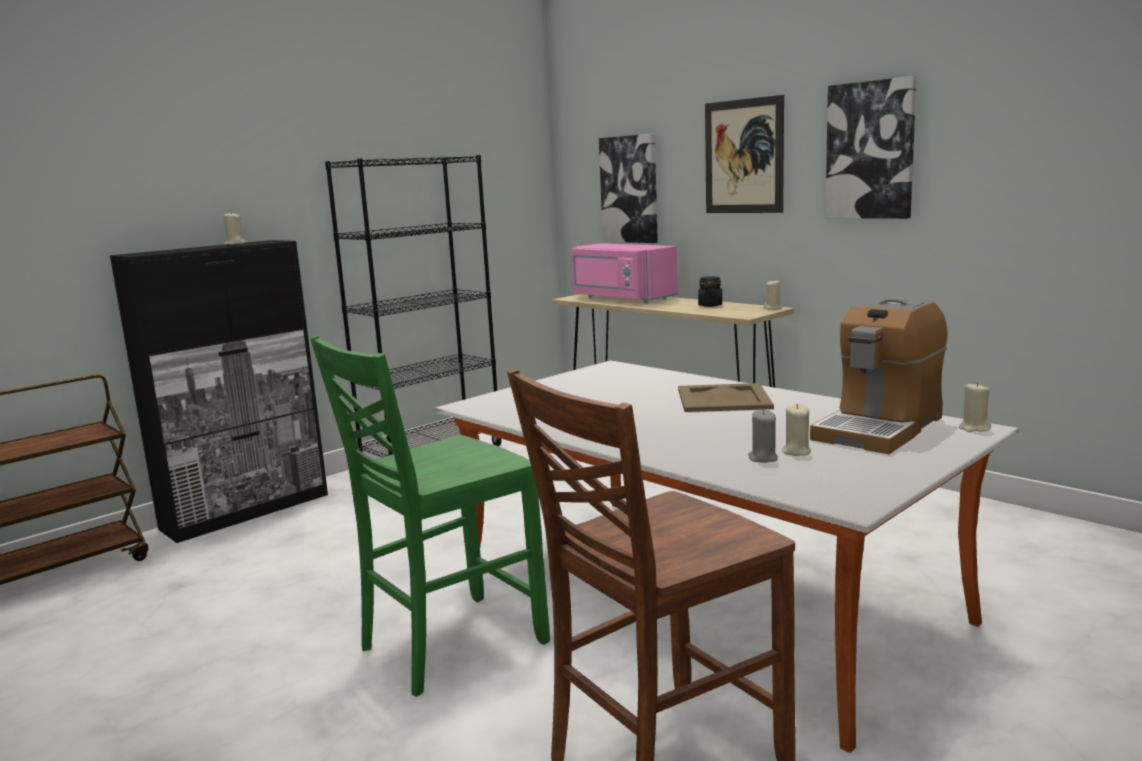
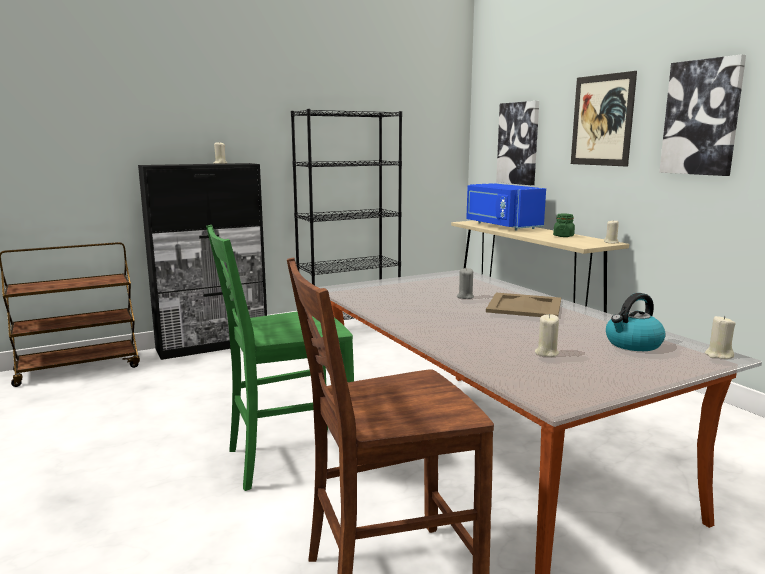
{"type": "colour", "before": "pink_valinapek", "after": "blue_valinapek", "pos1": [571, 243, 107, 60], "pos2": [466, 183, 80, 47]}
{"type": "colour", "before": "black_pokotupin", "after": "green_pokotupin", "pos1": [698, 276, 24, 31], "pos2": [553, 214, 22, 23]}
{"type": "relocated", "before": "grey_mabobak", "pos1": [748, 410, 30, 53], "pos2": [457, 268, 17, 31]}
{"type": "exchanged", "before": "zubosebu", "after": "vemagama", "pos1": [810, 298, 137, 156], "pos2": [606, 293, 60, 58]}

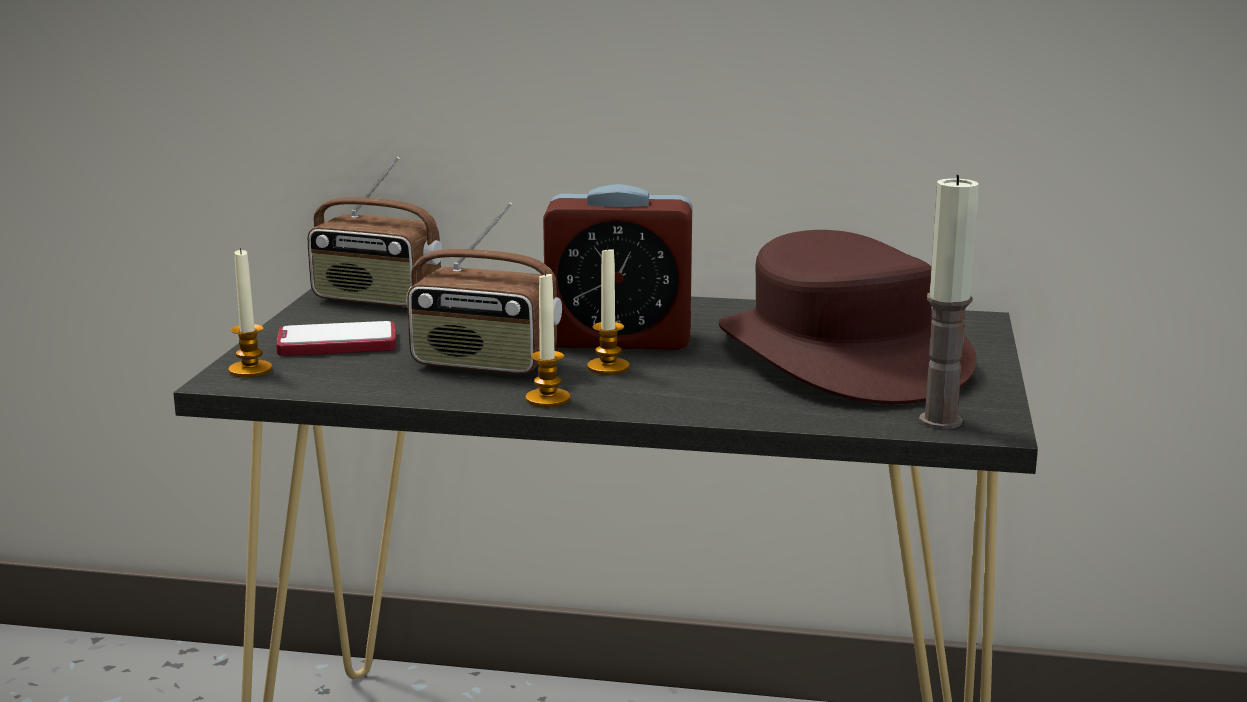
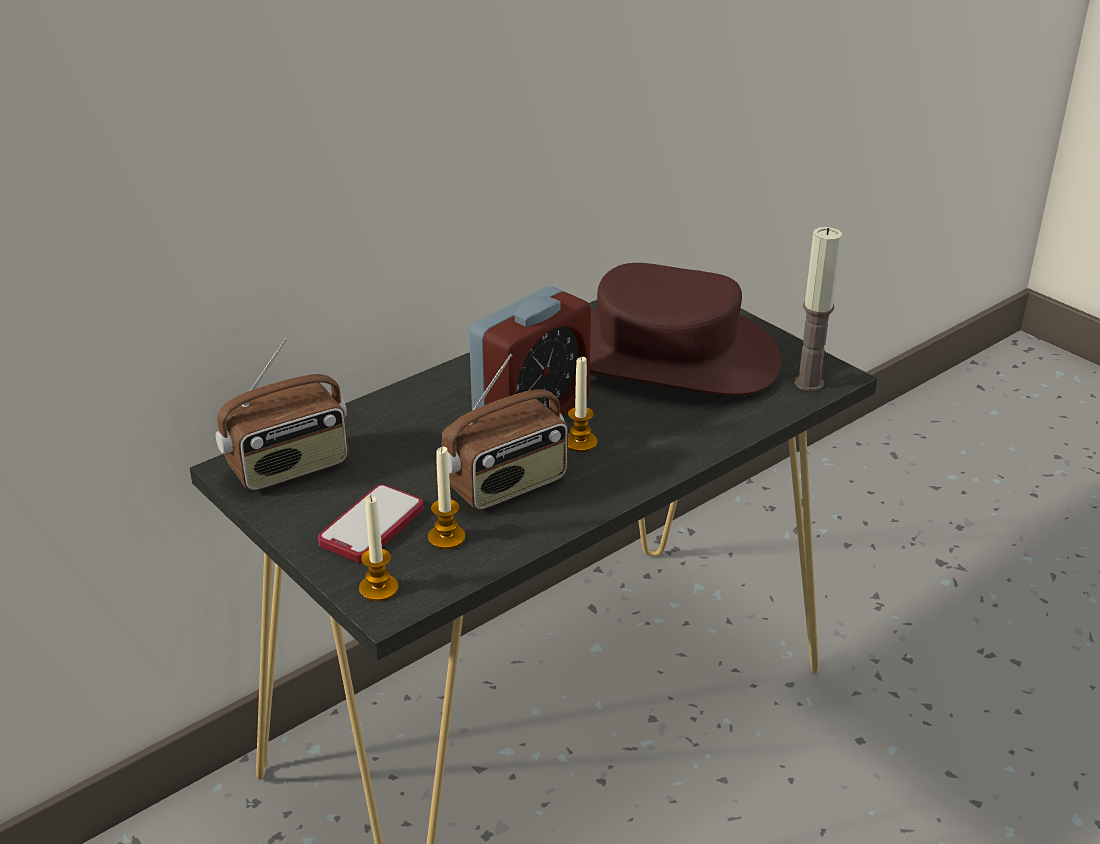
{"type": "relocated", "before": "mabobak", "pos1": [526, 271, 45, 136], "pos2": [428, 446, 37, 103]}

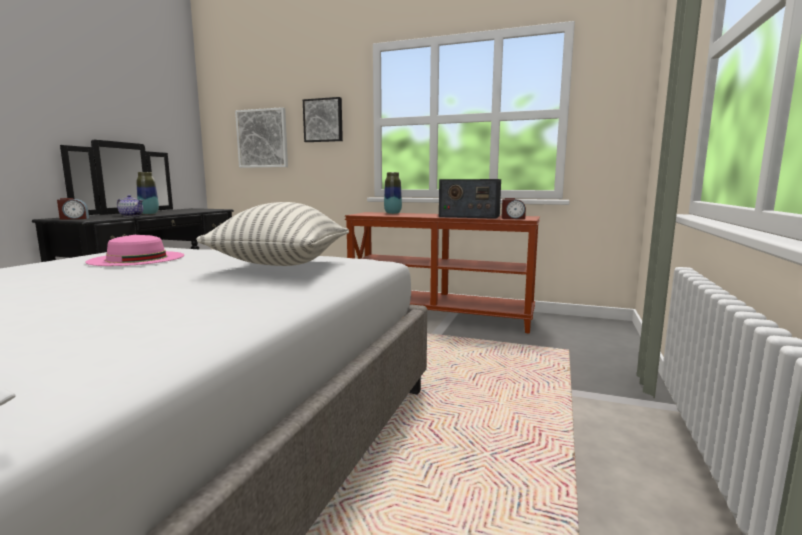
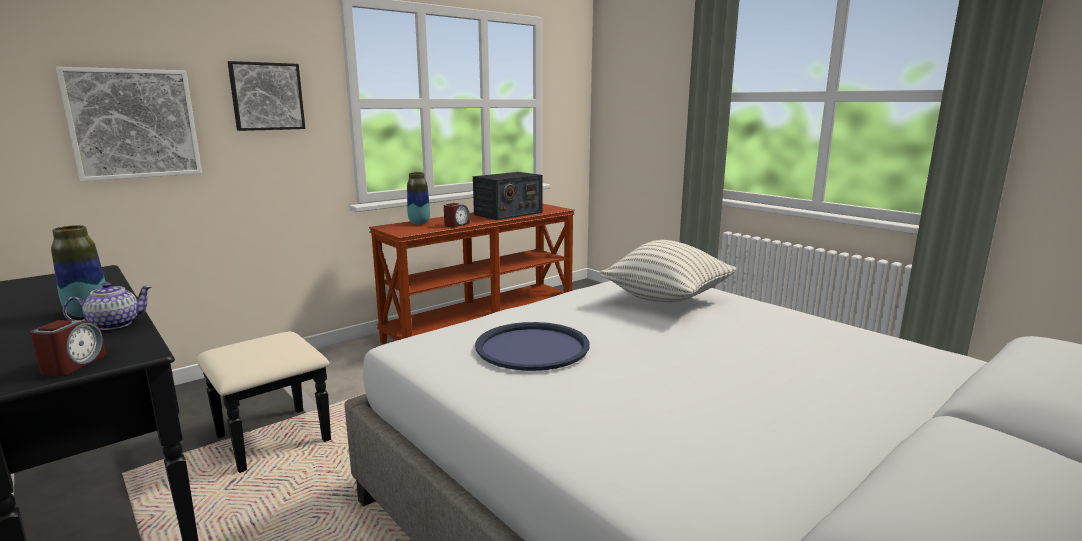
{"type": "exchanged", "before": "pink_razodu", "after": "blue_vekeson", "pos1": [85, 235, 99, 31], "pos2": [475, 322, 114, 49]}
{"type": "relocated", "before": "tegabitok", "pos1": [502, 198, 24, 21], "pos2": [444, 203, 26, 24]}

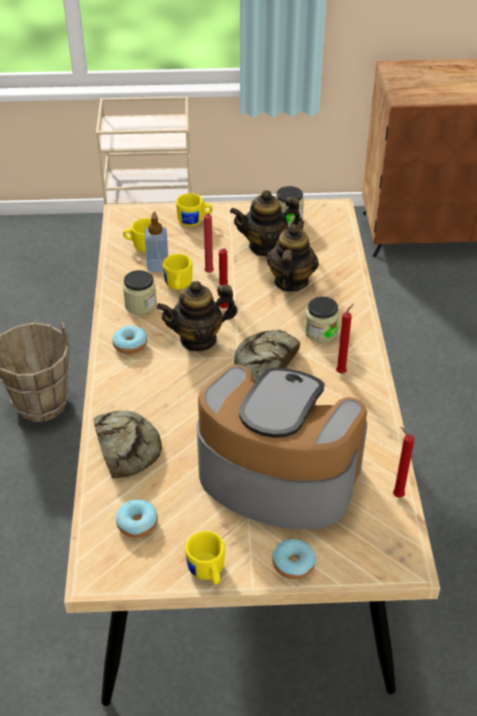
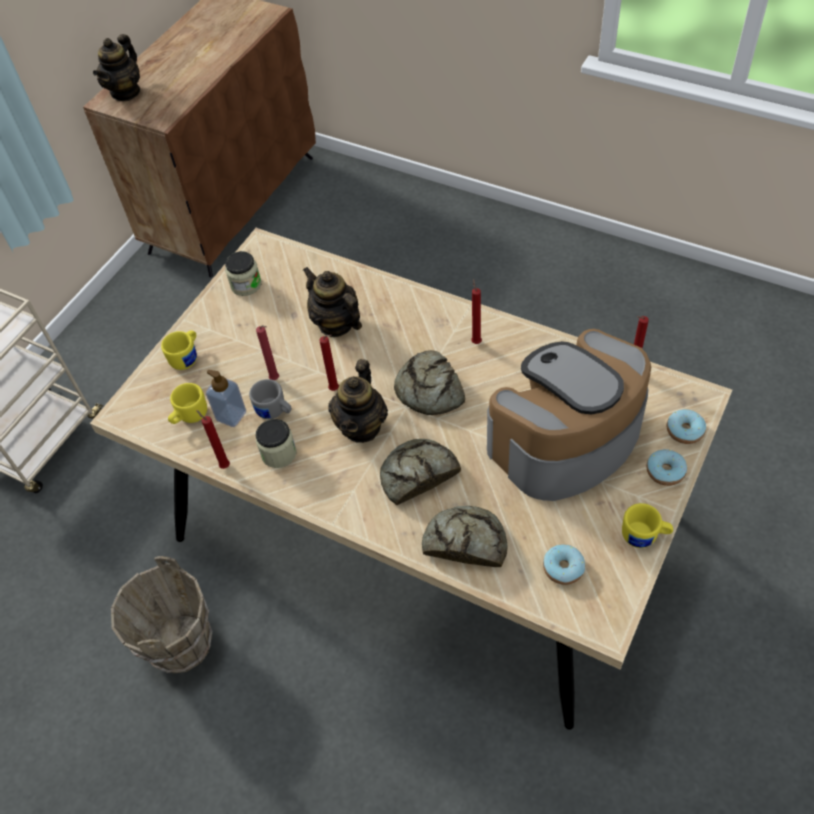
{"type": "relocated", "before": "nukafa", "pos1": [112, 326, 35, 28], "pos2": [667, 409, 39, 35]}
{"type": "colour", "before": "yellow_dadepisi", "after": "grey_dadepisi", "pos1": [163, 254, 29, 36], "pos2": [249, 379, 43, 40]}
{"type": "relocated", "before": "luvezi", "pos1": [230, 190, 72, 66], "pos2": [93, 34, 47, 67]}
{"type": "missing", "before": "pokotupin", "pos1": [305, 297, 34, 46]}
{"type": "appeared", "after": "red_mabobak", "pos2": [196, 410, 34, 59]}
{"type": "appeared", "after": "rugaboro", "pos2": [380, 439, 81, 66]}

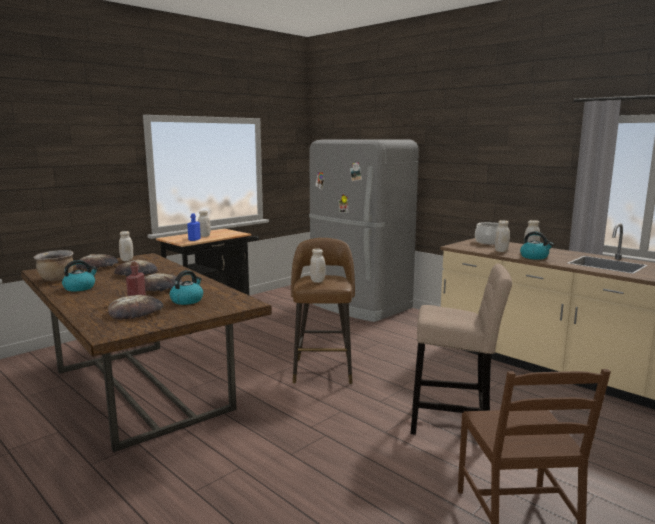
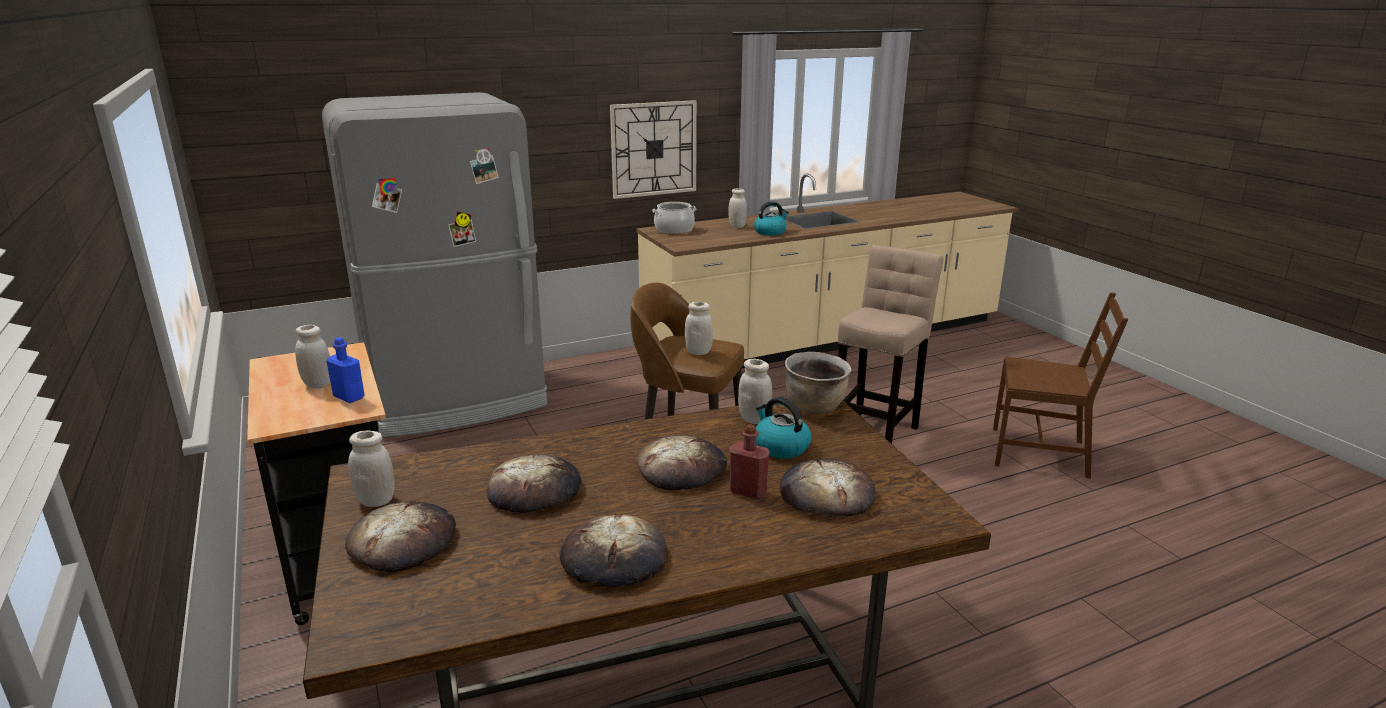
{"type": "relocated", "before": "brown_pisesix", "pos1": [33, 250, 40, 31], "pos2": [785, 352, 67, 63]}
{"type": "exchanged", "before": "vemagama", "after": "rugaboro", "pos1": [62, 260, 36, 32], "pos2": [560, 514, 108, 73]}
{"type": "relocated", "before": "white_pokotupin", "pos1": [495, 220, 15, 32], "pos2": [738, 359, 34, 65]}
{"type": "appeared", "after": "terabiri", "pos2": [610, 100, 87, 99]}

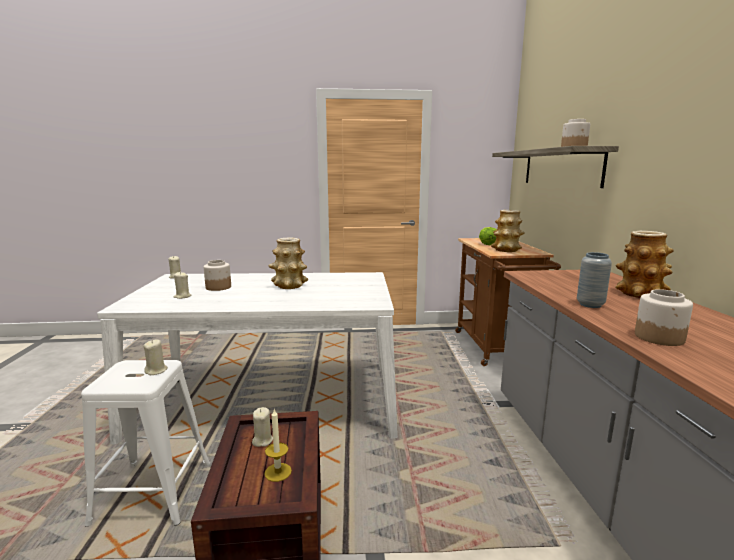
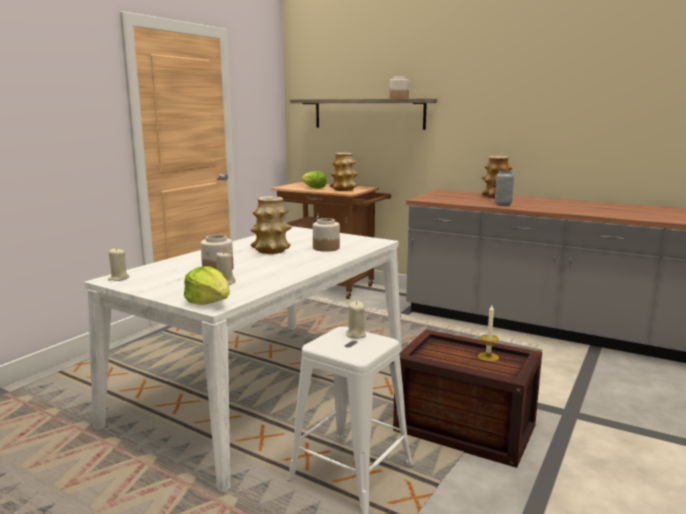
{"type": "missing", "before": "beige_mabobak", "pos1": [252, 407, 21, 40]}
{"type": "relocated", "before": "pokotupin", "pos1": [635, 289, 58, 57], "pos2": [313, 218, 27, 34]}
{"type": "appeared", "after": "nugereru", "pos2": [184, 266, 46, 39]}

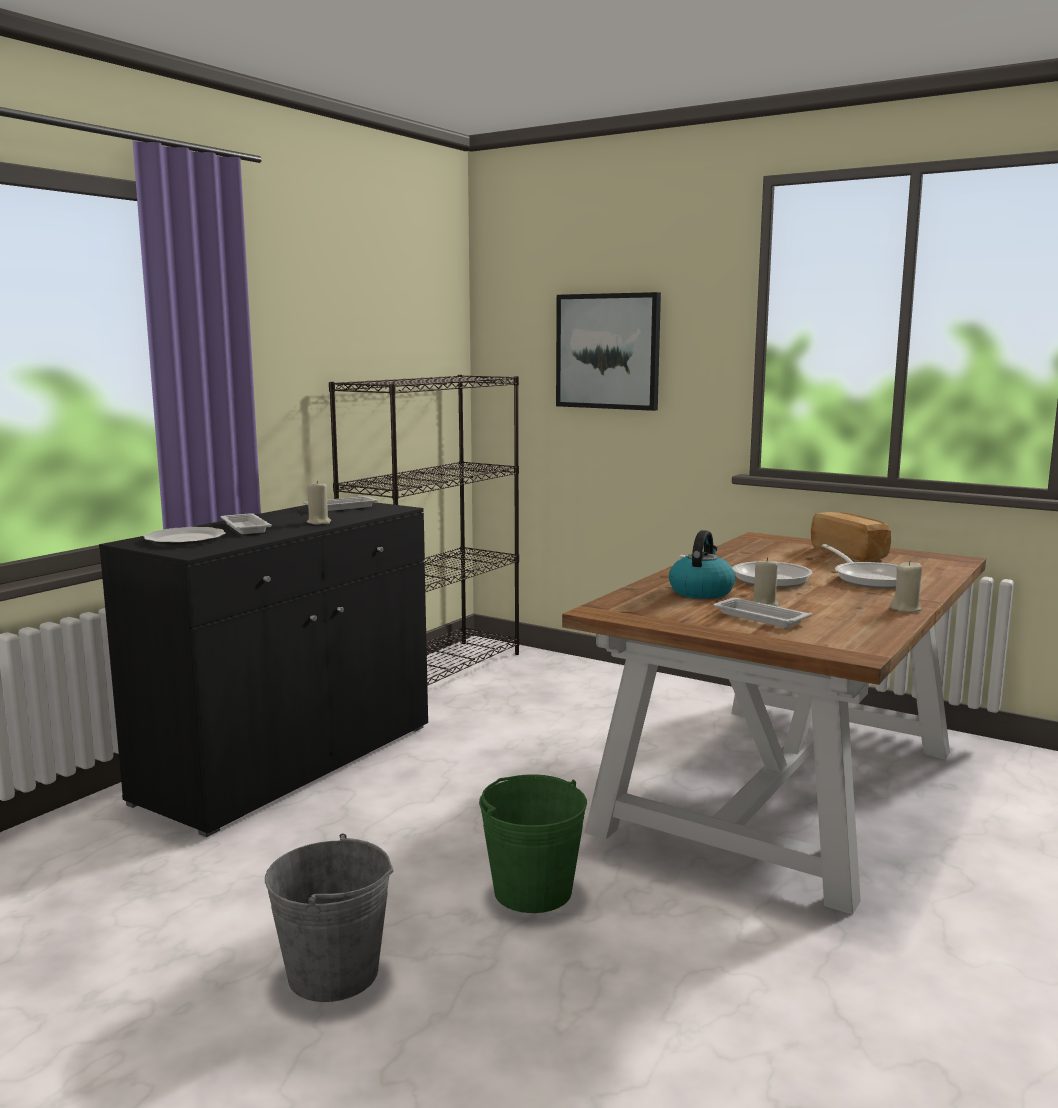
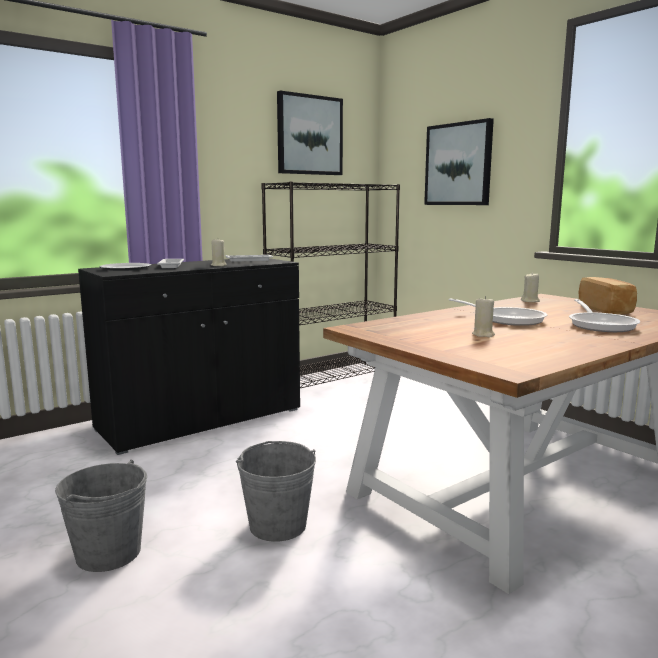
{"type": "colour", "before": "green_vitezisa", "after": "grey_vitezisa", "pos1": [479, 775, 108, 138], "pos2": [236, 441, 80, 101]}
{"type": "missing", "before": "vemagama", "pos1": [669, 530, 66, 69]}
{"type": "missing", "before": "white_vekeson", "pos1": [714, 598, 98, 30]}
{"type": "relocated", "before": "beige_mabobak", "pos1": [890, 561, 32, 51], "pos2": [521, 272, 19, 30]}
{"type": "appeared", "after": "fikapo", "pos2": [277, 91, 66, 84]}

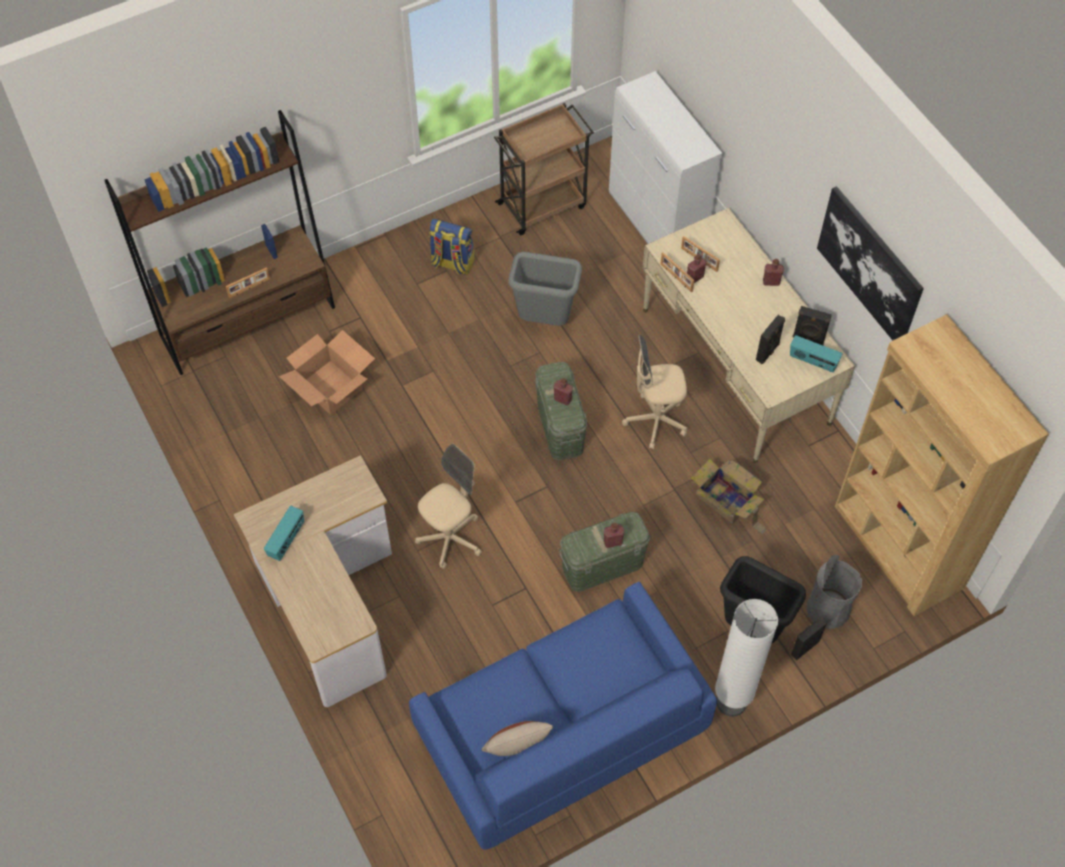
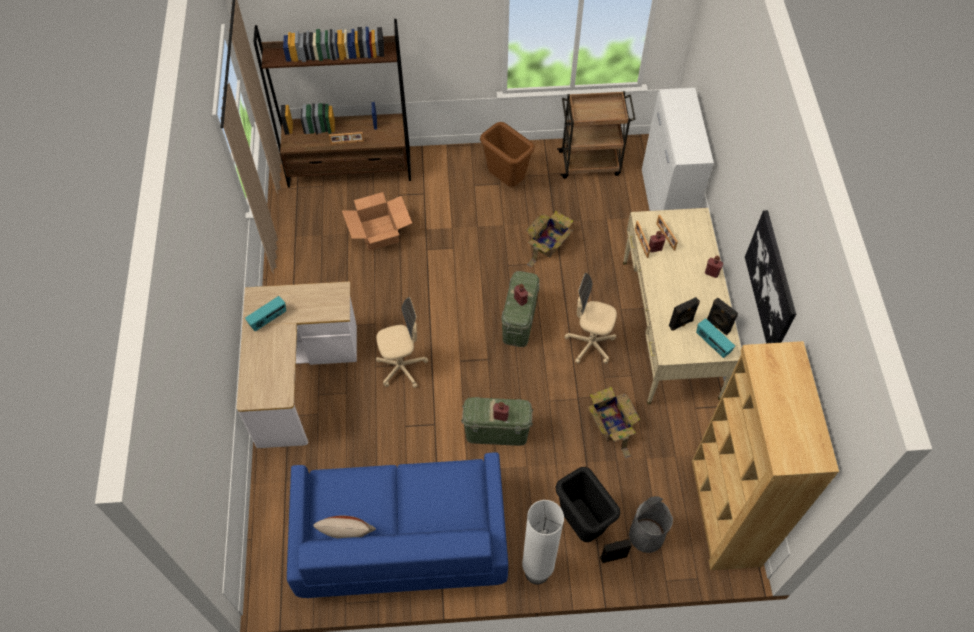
{"type": "exchanged", "before": "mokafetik", "after": "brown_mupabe", "pos1": [429, 219, 46, 56], "pos2": [480, 122, 55, 65]}
{"type": "exchanged", "before": "grey_mupabe", "after": "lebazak", "pos1": [508, 252, 74, 74], "pos2": [527, 211, 46, 56]}

